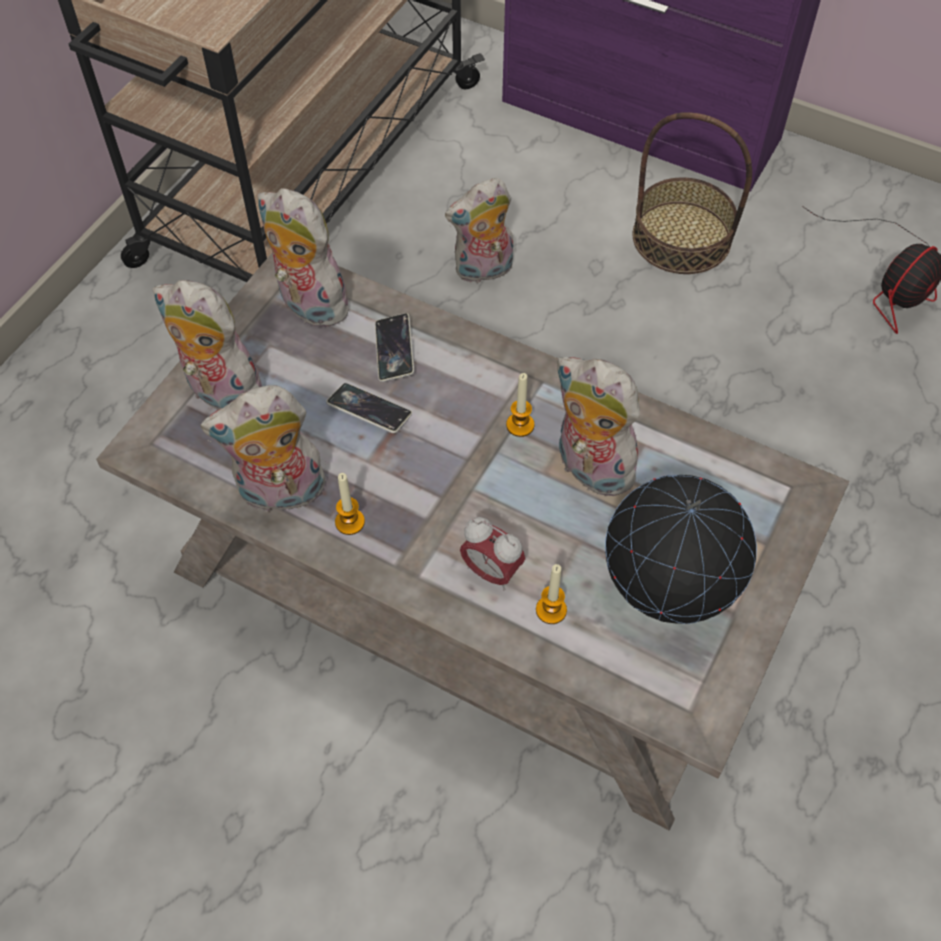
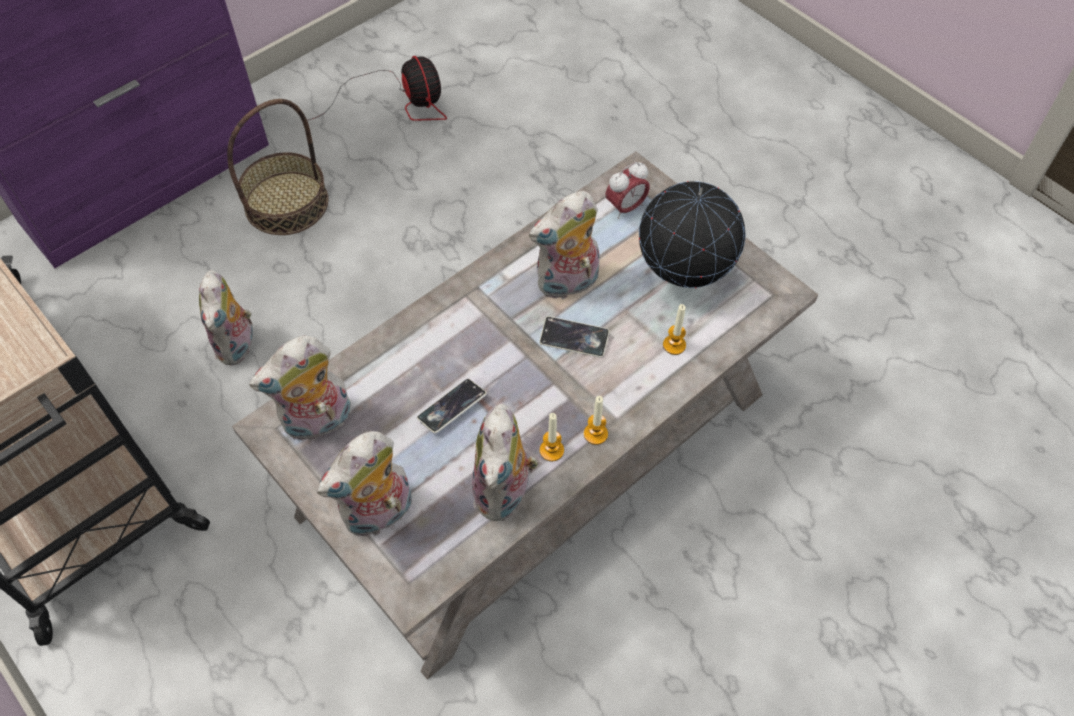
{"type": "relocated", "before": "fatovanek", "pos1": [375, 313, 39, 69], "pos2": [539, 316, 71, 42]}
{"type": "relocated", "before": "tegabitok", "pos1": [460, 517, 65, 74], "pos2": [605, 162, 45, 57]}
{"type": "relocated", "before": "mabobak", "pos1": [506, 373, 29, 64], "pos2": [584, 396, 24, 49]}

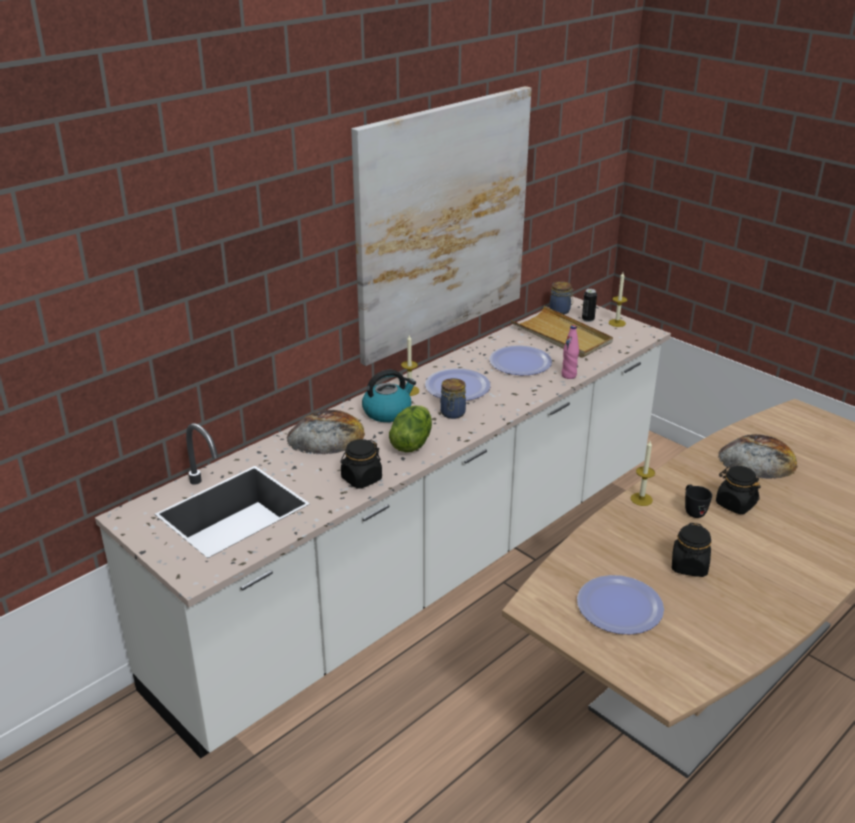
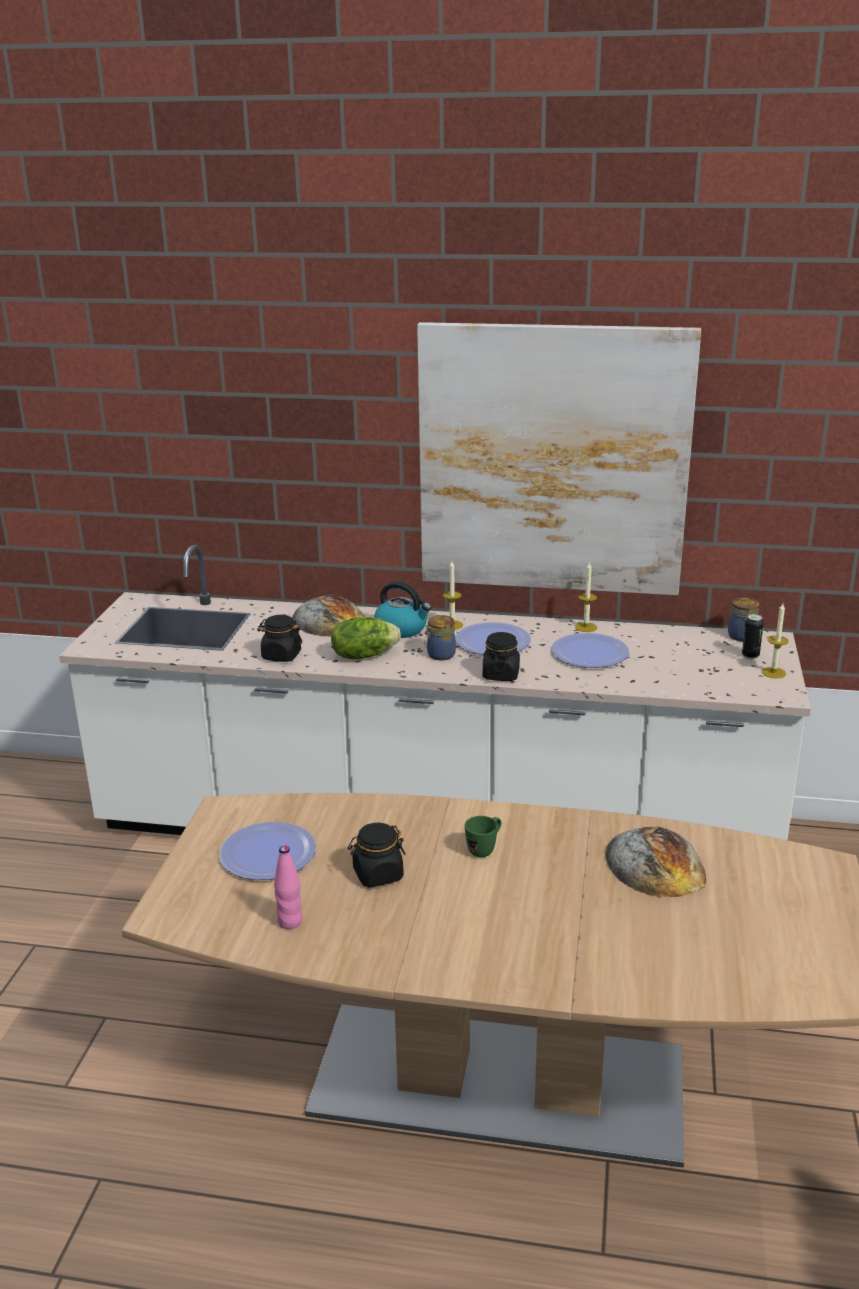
{"type": "missing", "before": "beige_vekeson", "pos1": [511, 306, 102, 52]}
{"type": "relocated", "before": "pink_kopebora", "pos1": [561, 325, 18, 54], "pos2": [274, 846, 28, 83]}
{"type": "relocated", "before": "mabobak", "pos1": [631, 441, 24, 65], "pos2": [575, 561, 22, 71]}
{"type": "colour", "before": "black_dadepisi", "after": "green_dadepisi", "pos1": [685, 485, 27, 33], "pos2": [465, 816, 36, 41]}
{"type": "relocated", "before": "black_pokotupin", "pos1": [716, 466, 45, 48], "pos2": [483, 632, 37, 49]}

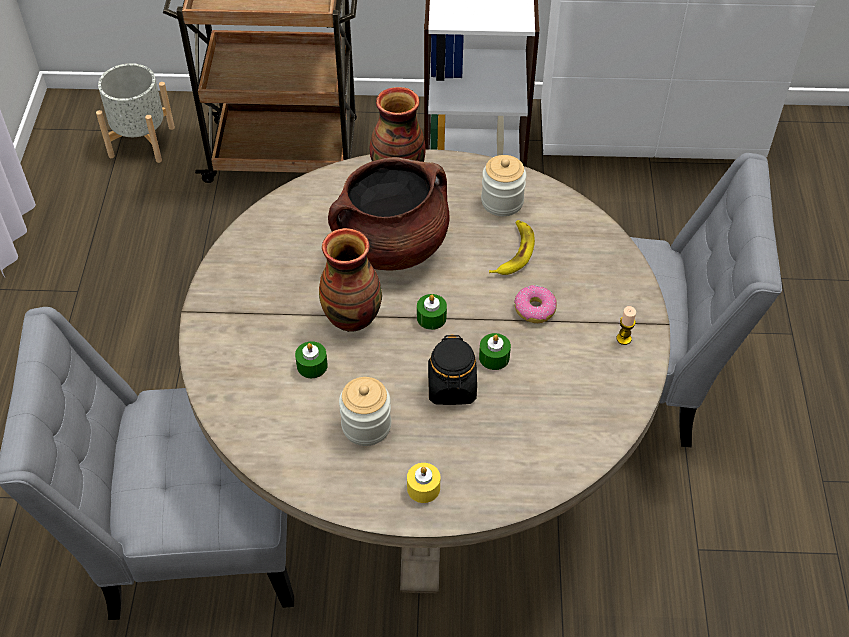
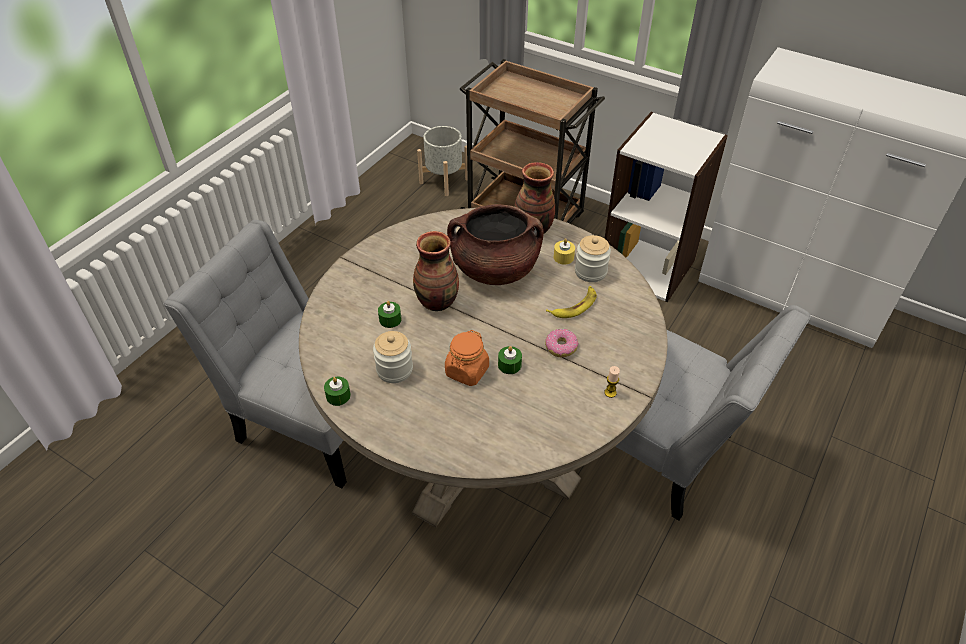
{"type": "relocated", "before": "yellow_mabobak", "pos1": [407, 463, 33, 40], "pos2": [554, 238, 21, 26]}
{"type": "relocated", "before": "green_mabobak", "pos1": [417, 294, 30, 36], "pos2": [324, 377, 27, 29]}
{"type": "colour", "before": "black_pokotupin", "after": "orange_pokotupin", "pos1": [428, 335, 49, 70], "pos2": [445, 330, 44, 56]}

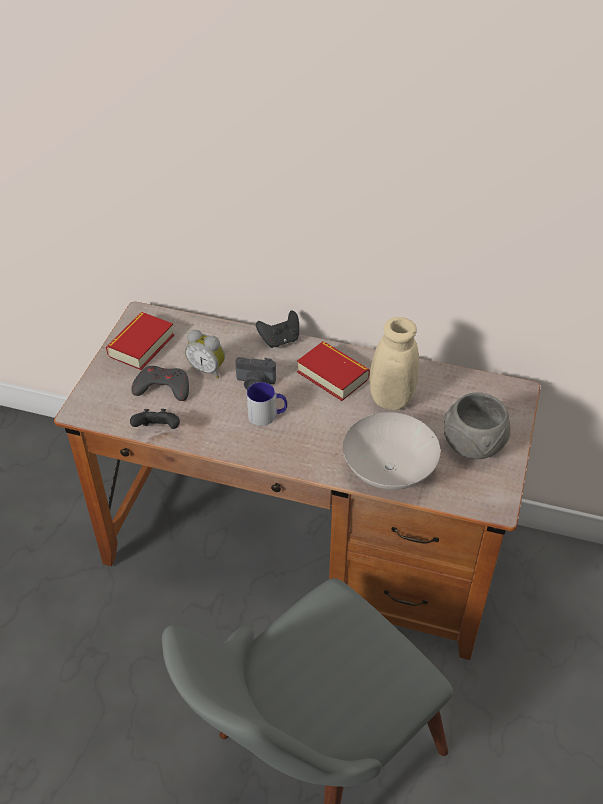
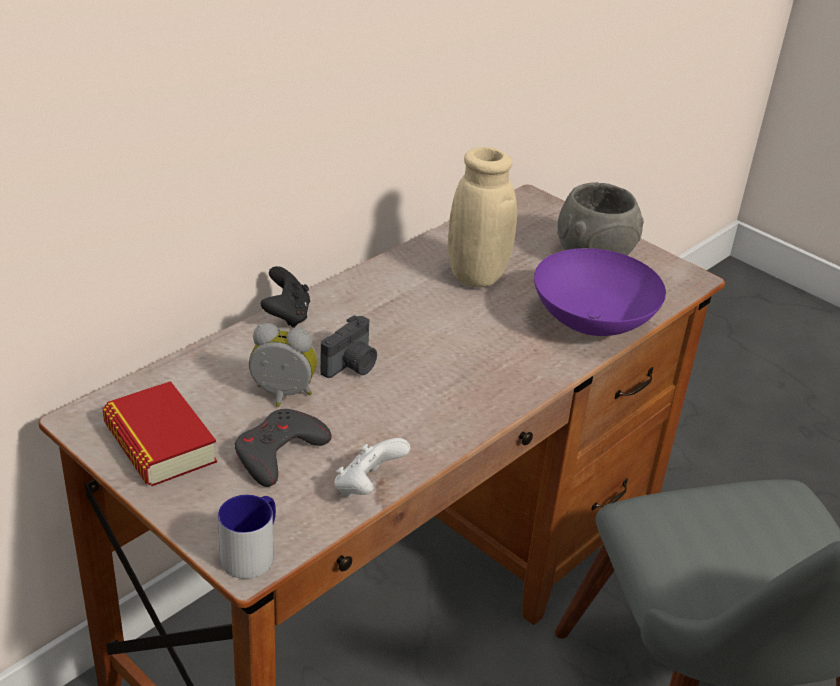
{"type": "colour", "before": "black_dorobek", "after": "white_dorobek", "pos1": [130, 409, 50, 20], "pos2": [335, 438, 75, 59]}
{"type": "spun", "before": "tegabitok", "pos1": [185, 330, 40, 48], "pos2": [249, 323, 68, 84], "turn": -135}
{"type": "relocated", "before": "dadepisi", "pos1": [247, 382, 40, 44], "pos2": [218, 495, 58, 84]}
{"type": "missing", "before": "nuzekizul", "pos1": [297, 341, 73, 60]}
{"type": "colour", "before": "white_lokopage", "after": "purple_lokopage", "pos1": [343, 412, 97, 78], "pos2": [534, 248, 132, 88]}

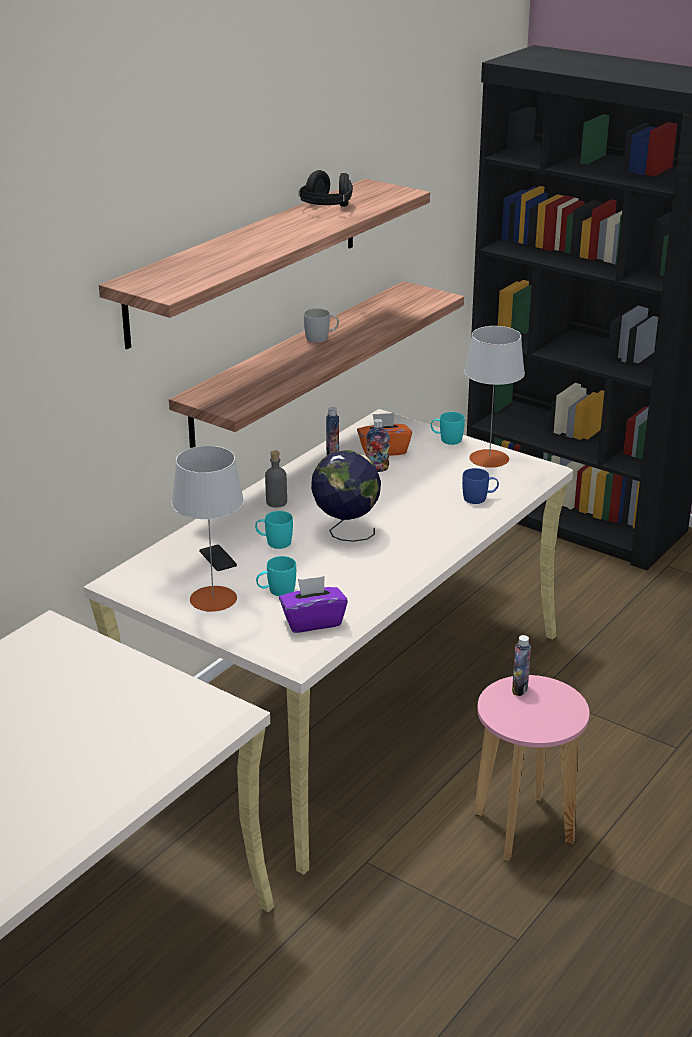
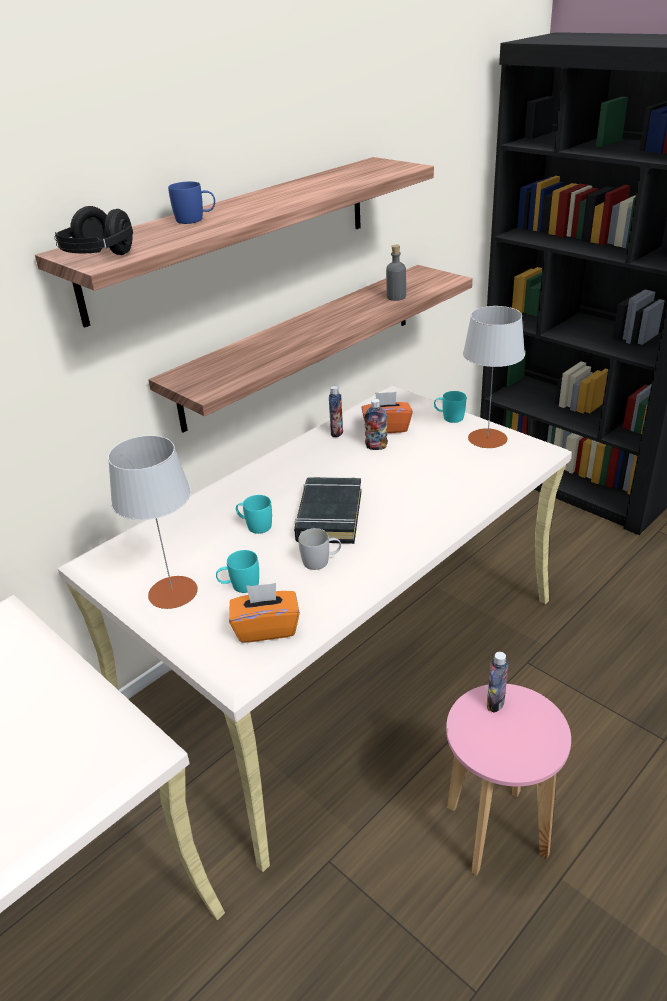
{"type": "missing", "before": "fatovanek", "pos1": [199, 545, 38, 26]}
{"type": "relocated", "before": "grey_kopebora", "pos1": [265, 451, 22, 57], "pos2": [386, 245, 20, 56]}
{"type": "colour", "before": "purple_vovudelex", "after": "orange_vovudelex", "pos1": [279, 576, 69, 57], "pos2": [229, 583, 71, 60]}
{"type": "relocated", "before": "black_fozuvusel", "pos1": [298, 170, 55, 37], "pos2": [54, 206, 79, 49]}
{"type": "relocated", "before": "white_dadepisi", "pos1": [304, 308, 35, 35], "pos2": [298, 528, 43, 42]}
{"type": "exchanged", "before": "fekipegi", "after": "black_nuzekizul", "pos1": [311, 450, 70, 92], "pos2": [294, 477, 68, 67]}
{"type": "relocated", "before": "blue_dadepisi", "pos1": [462, 468, 37, 36], "pos2": [168, 182, 47, 42]}

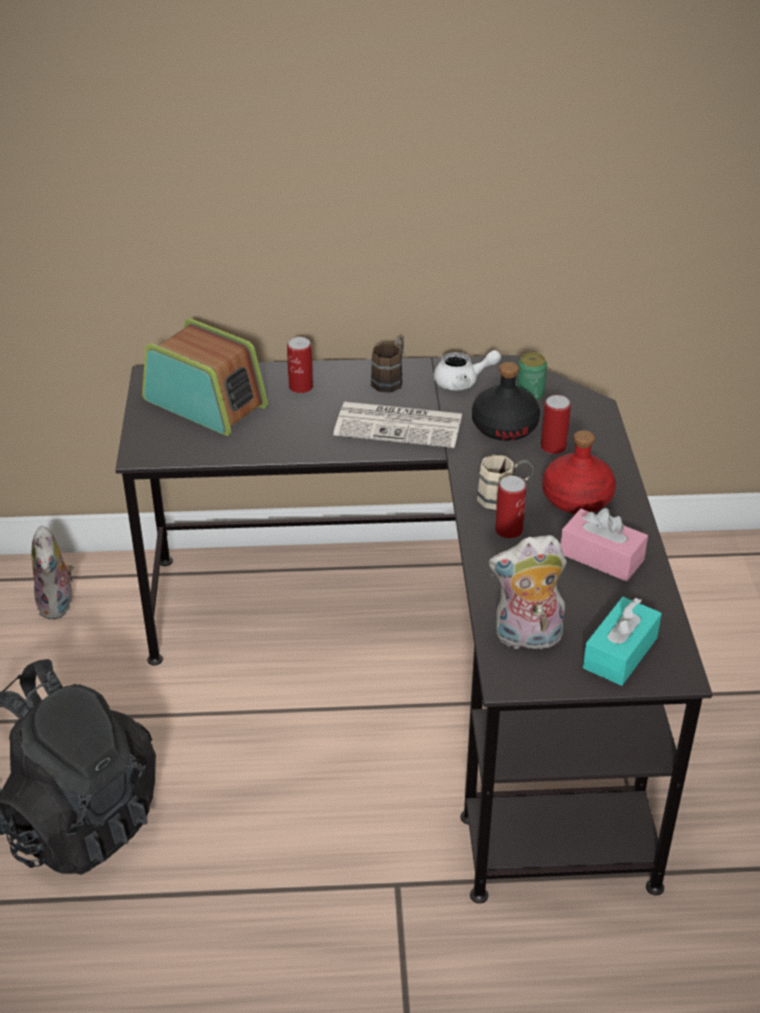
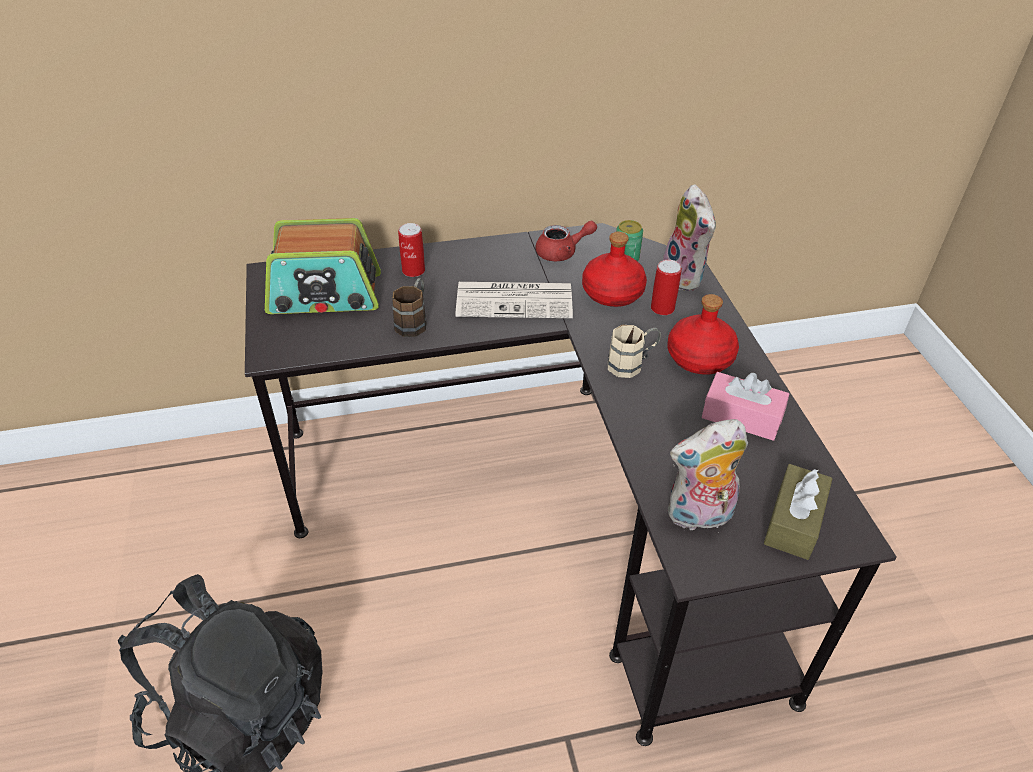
{"type": "relocated", "before": "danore", "pos1": [31, 526, 43, 93], "pos2": [660, 184, 56, 107]}
{"type": "spun", "before": "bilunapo", "pos1": [142, 318, 126, 118], "pos2": [265, 218, 116, 96], "turn": 150}
{"type": "relocated", "before": "brown_dadepisi", "pos1": [371, 337, 33, 56], "pos2": [392, 278, 34, 59]}
{"type": "colour", "before": "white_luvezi", "after": "red_luvezi", "pos1": [434, 350, 67, 40], "pos2": [535, 221, 62, 40]}
{"type": "colour", "before": "black_kopebora", "after": "red_kopebora", "pos1": [472, 362, 68, 79], "pos2": [582, 232, 65, 75]}
{"type": "missing", "before": "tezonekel", "pos1": [495, 476, 31, 63]}
{"type": "colour", "before": "turquoise_vovudelex", "after": "brown_vovudelex", "pos1": [583, 597, 79, 89], "pos2": [764, 464, 69, 96]}

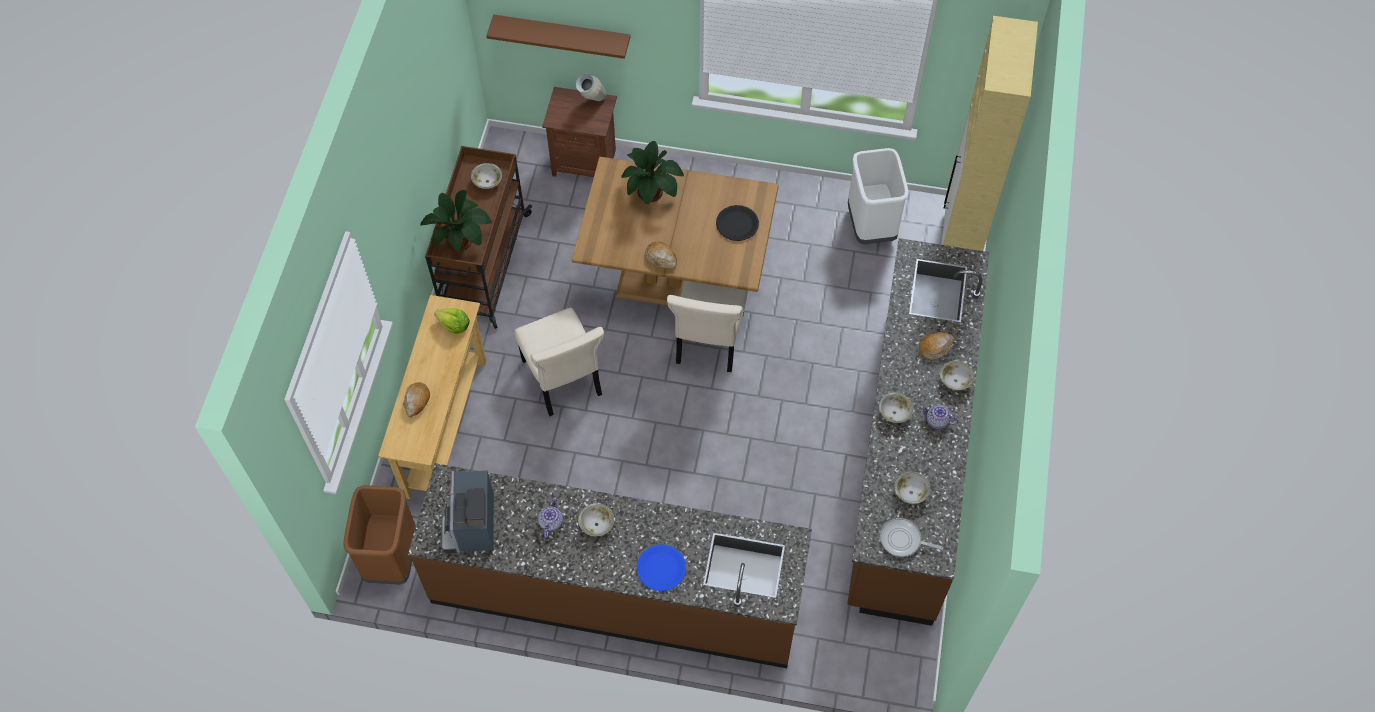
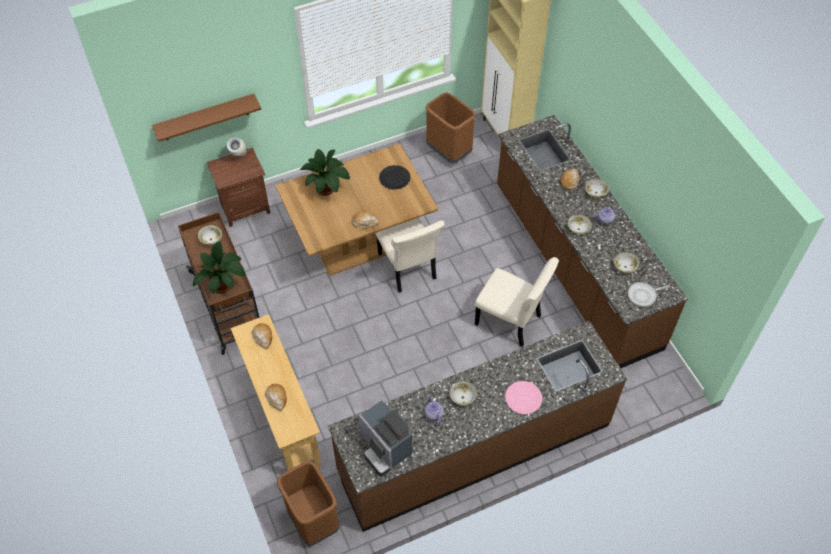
{"type": "exchanged", "before": "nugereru", "after": "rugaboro", "pos1": [434, 308, 36, 26], "pos2": [252, 323, 20, 26]}
{"type": "relocated", "before": "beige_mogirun", "pos1": [515, 308, 89, 108], "pos2": [475, 257, 84, 90]}
{"type": "colour", "before": "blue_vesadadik", "after": "pink_vesadadik", "pos1": [637, 544, 49, 47], "pos2": [505, 381, 37, 33]}
{"type": "colour", "before": "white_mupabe", "after": "brown_mupabe", "pos1": [848, 148, 61, 96], "pos2": [425, 92, 51, 71]}

